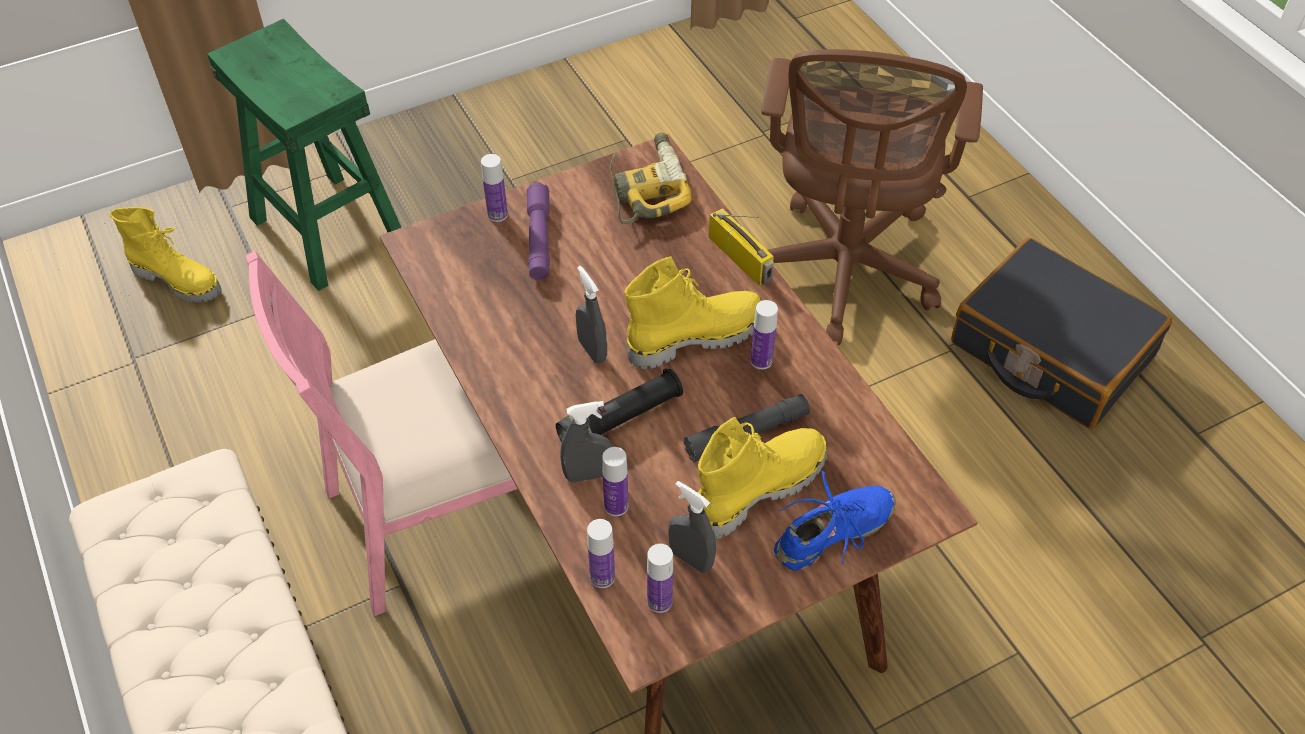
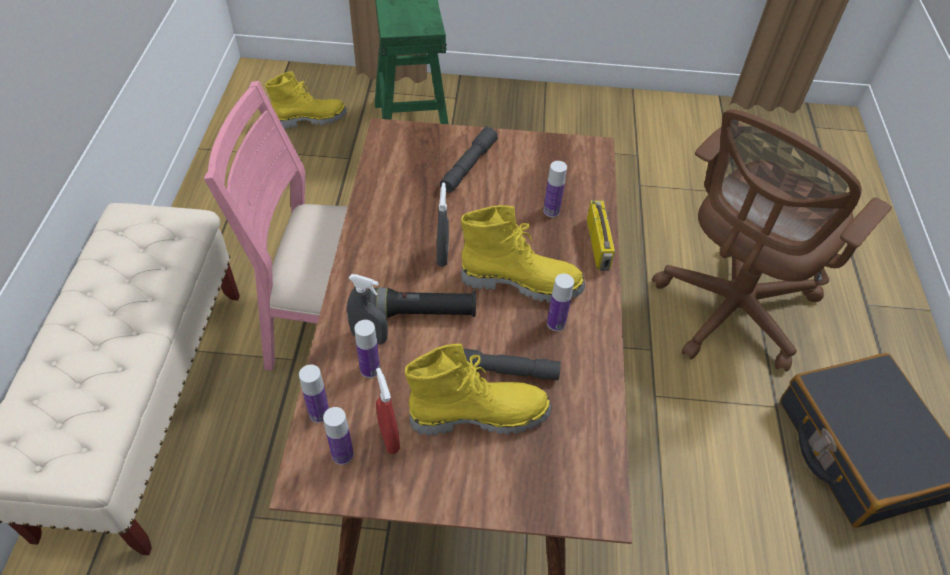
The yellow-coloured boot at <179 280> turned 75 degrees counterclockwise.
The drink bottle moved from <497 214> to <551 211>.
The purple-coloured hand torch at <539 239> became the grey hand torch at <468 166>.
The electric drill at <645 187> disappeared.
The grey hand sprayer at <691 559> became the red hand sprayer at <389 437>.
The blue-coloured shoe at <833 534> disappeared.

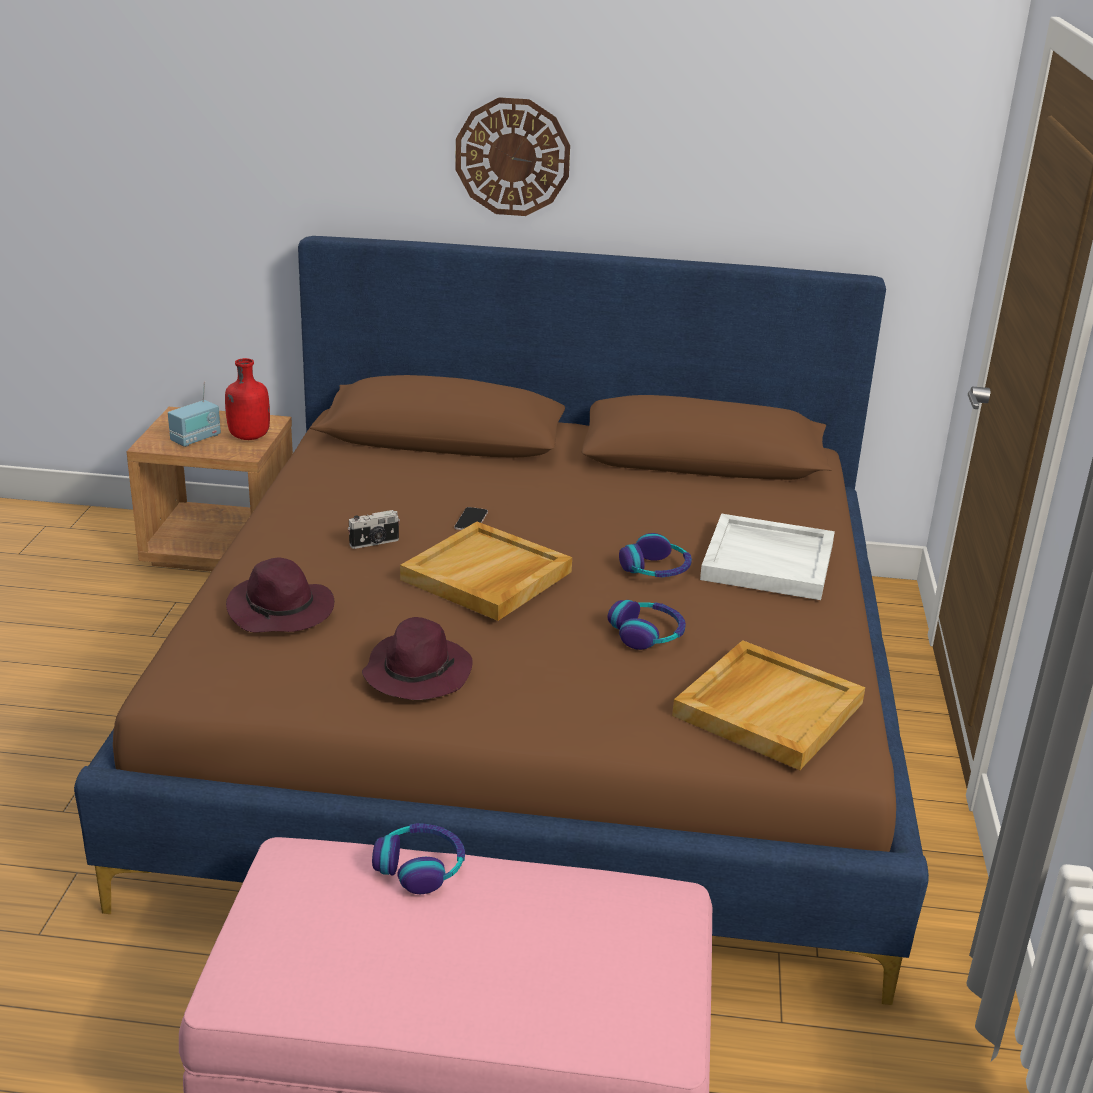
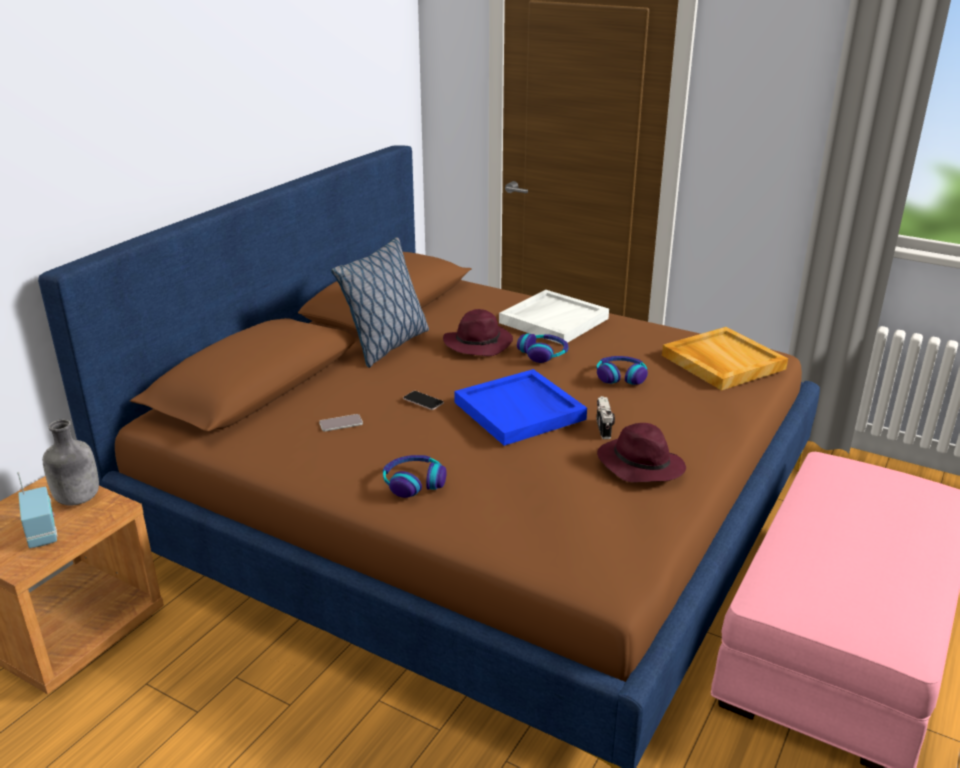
The red drink bottle at <248 437> became the grey drink bottle at <78 499>.
The purple-coloured clothing hat moved from <282 611> to <479 343>.
The photo camera moved from <375 543> to <605 428>.
The headphones moved from <420 866> to <414 482>.
The beige carrying tray at <487 577> became the blue-coloured carrying tray at <520 411>.
The clock on the wall at <512 157> disappeared.
The handset at <341 423> appeared.
The throw pillow at <386 346> appeared.

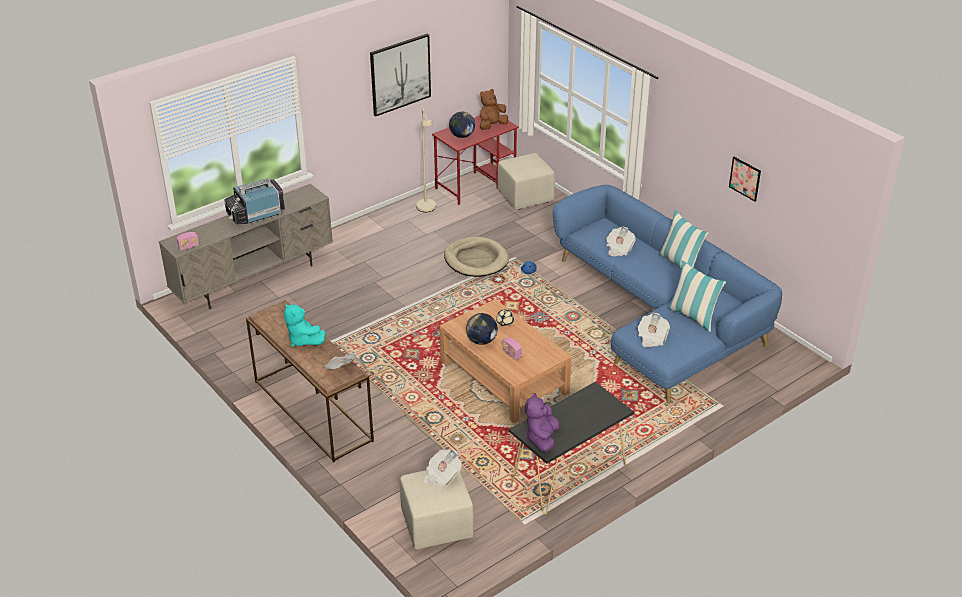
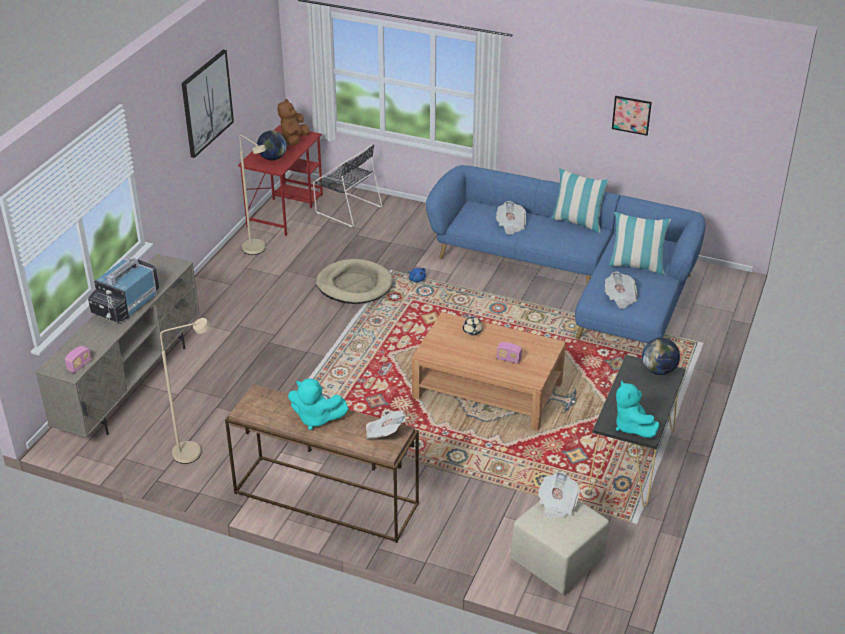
The globe moved from <481 341> to <659 370>.
The beige footrest at <525 197> was replaced by the black-coloured chair at <347 209>.
The purple-coloured soft toy at <542 438> became the blue-green soft toy at <632 426>.
The beige standing lamp at <195 451> appeared.

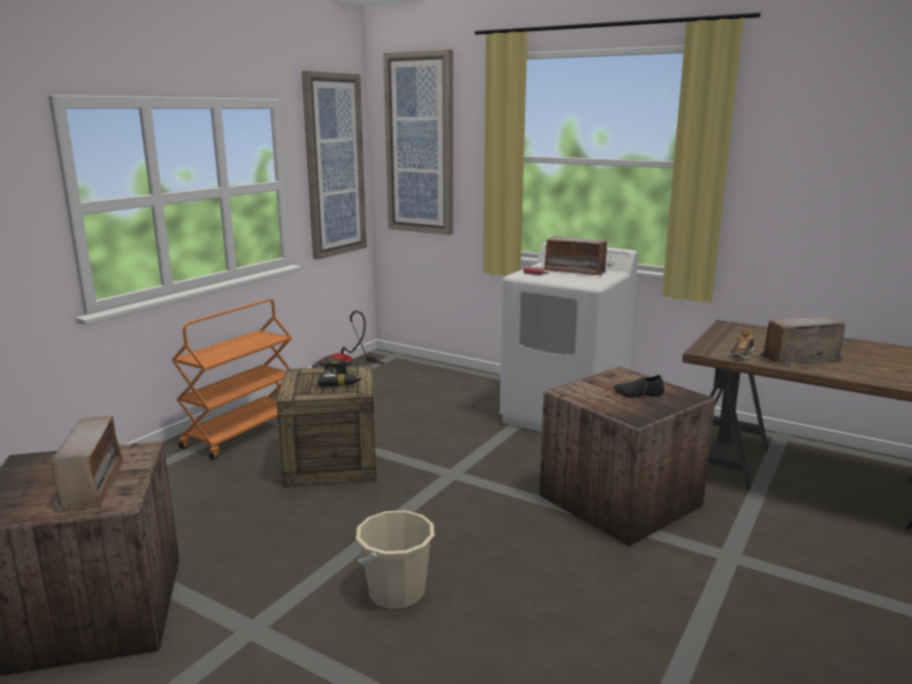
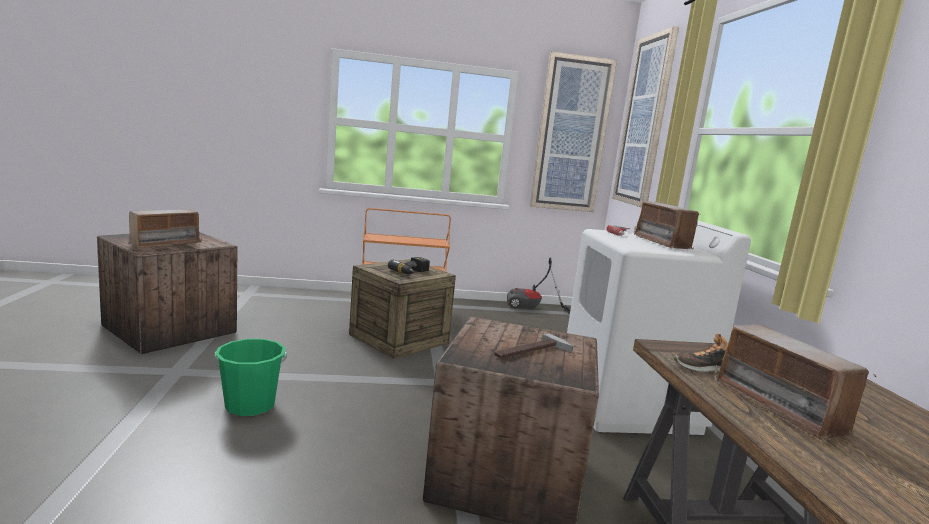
The beige pail at <397 592> became the green-coloured pail at <250 405>.
The black-coloured shoe at <638 394> was replaced by the tool hammer at <532 352>.
The radio set at <800 359> turned 150 degrees counterclockwise.

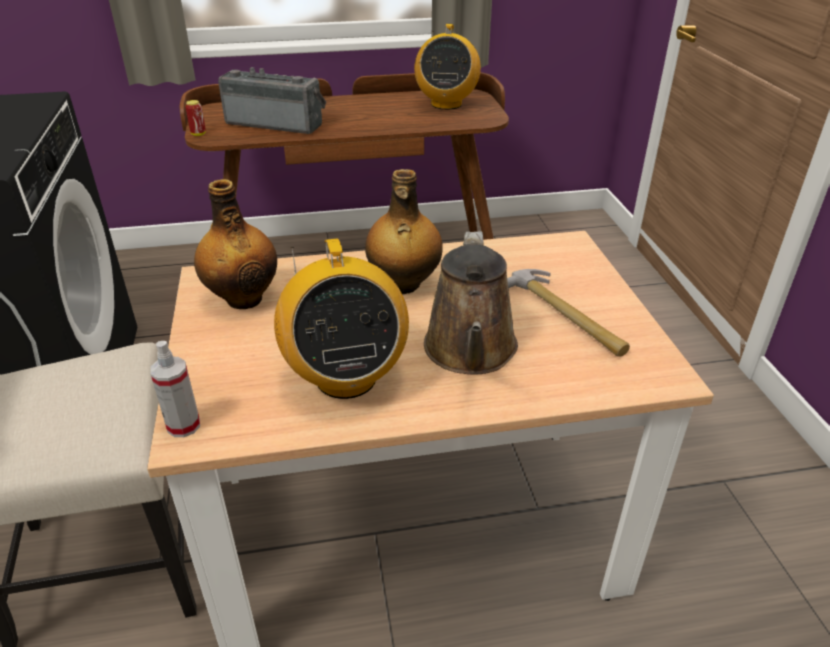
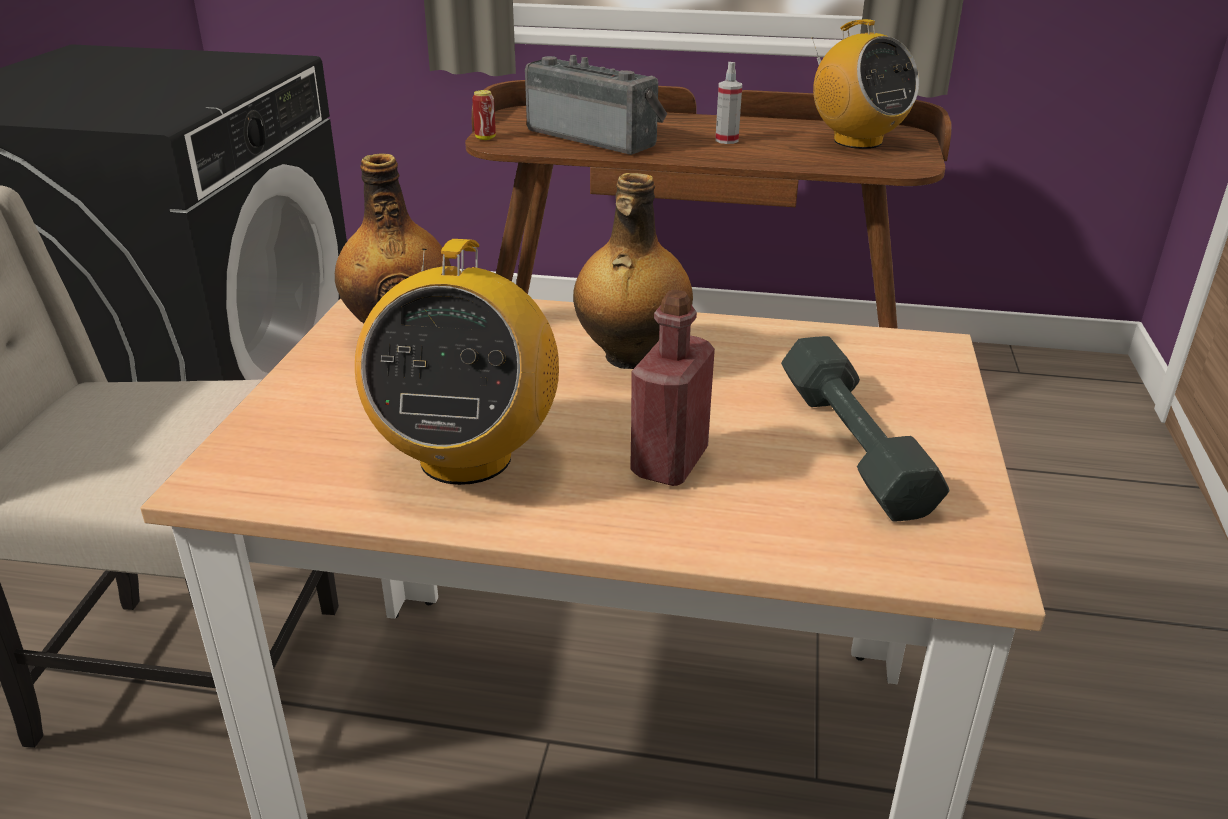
The hand sprayer moved from <183 425> to <726 140>.
The radio set at <446 104> turned 60 degrees counterclockwise.
The brownish sprinkling can at <470 352> was replaced by the red drink bottle at <669 462>.
The tool hammer at <565 316> was replaced by the grey hand weight at <854 444>.

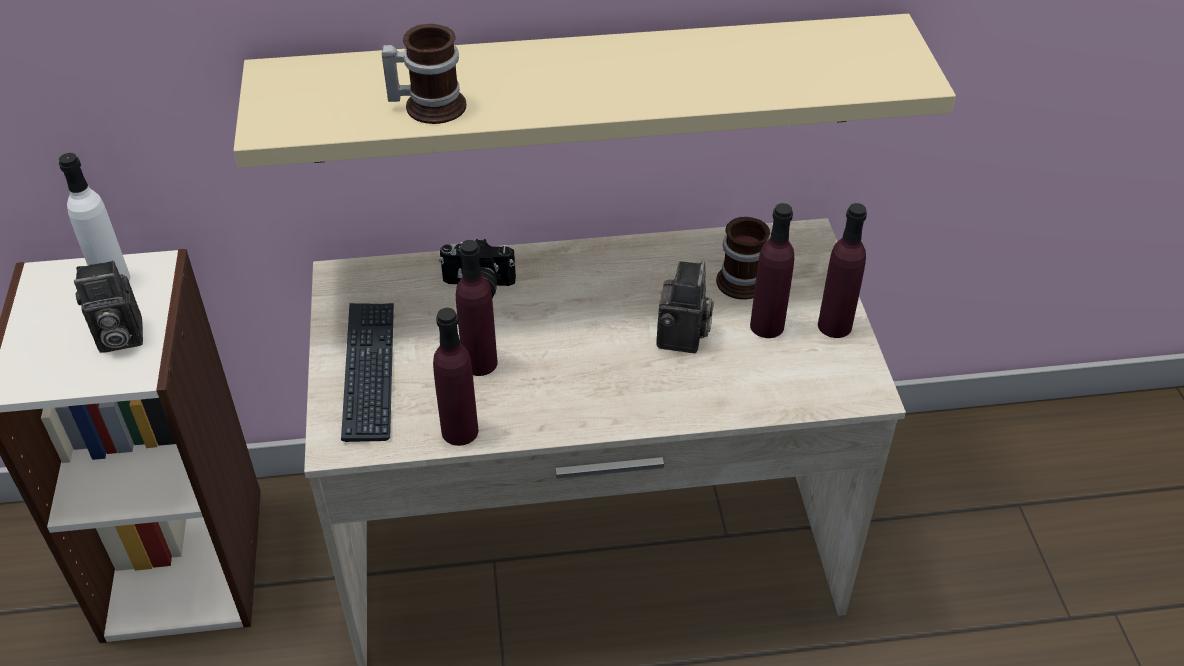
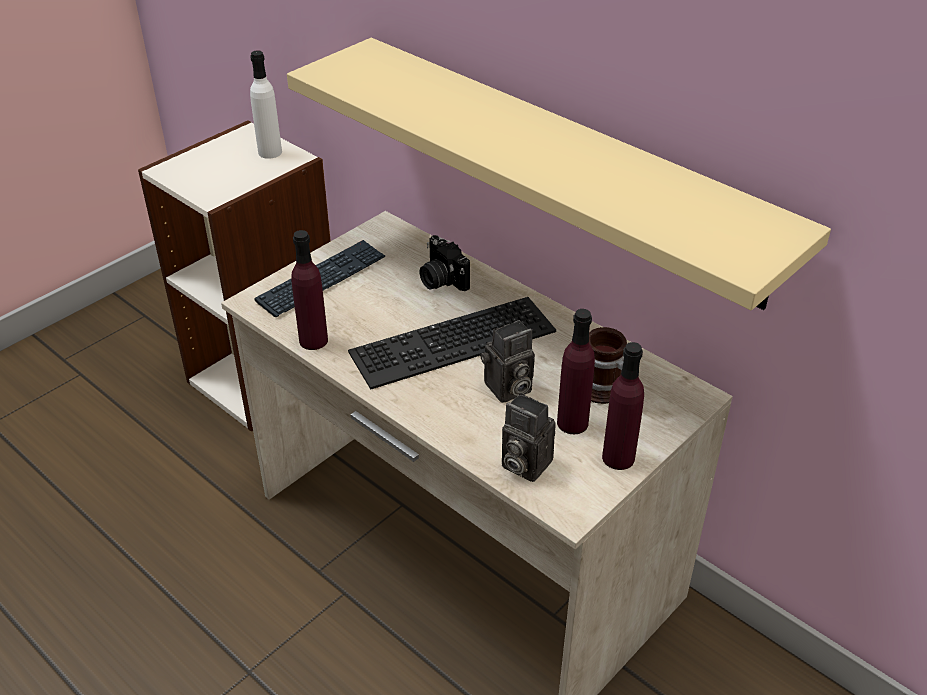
The photo camera moved from <117 338> to <523 464>.
The mug at <429 105> disappeared.
The purple-coloured drink bottle at <479 363> disappeared.
The computer keyboard at <453 344> appeared.

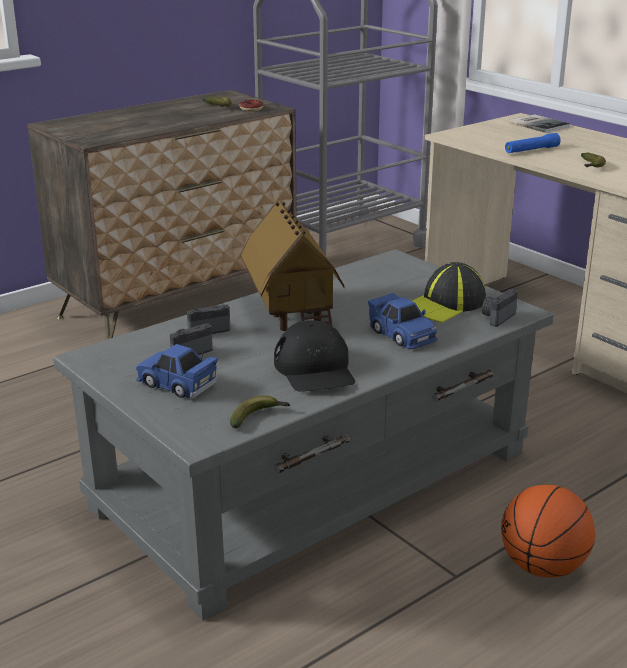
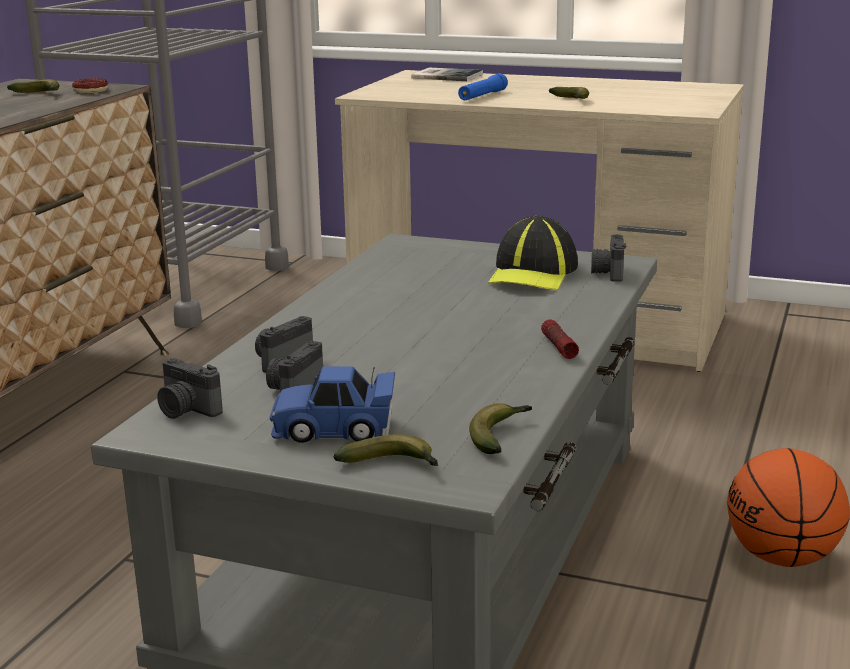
The miniature house at <292 313> disappeared.
The black-coloured cap at <315 369> disappeared.
The blue-coloured toy car at <401 335> disappeared.
The photo camera at <186 410> appeared.
The banana at <393 465> appeared.
The hand torch at <558 347> appeared.

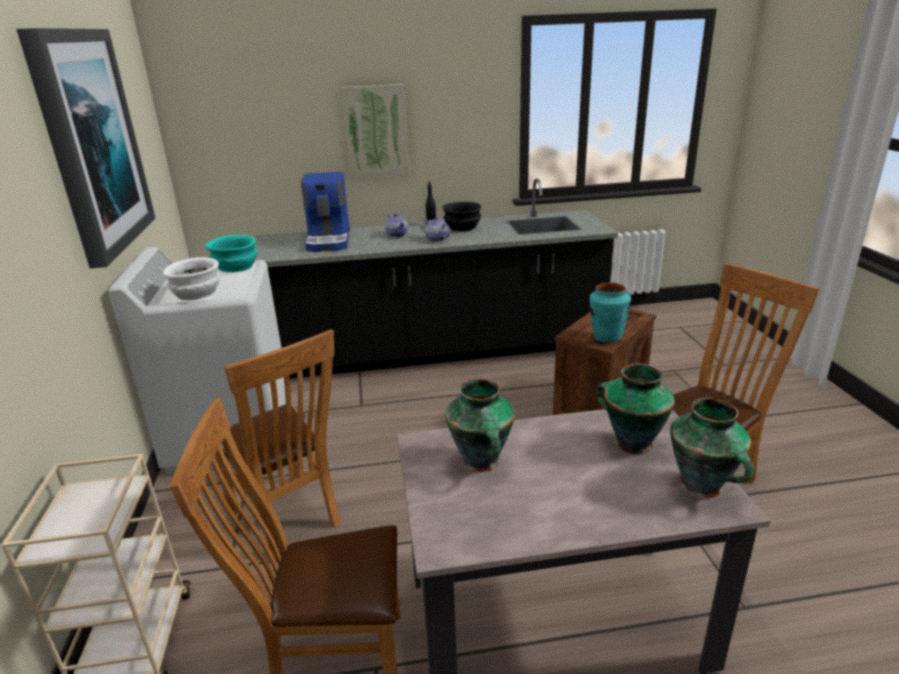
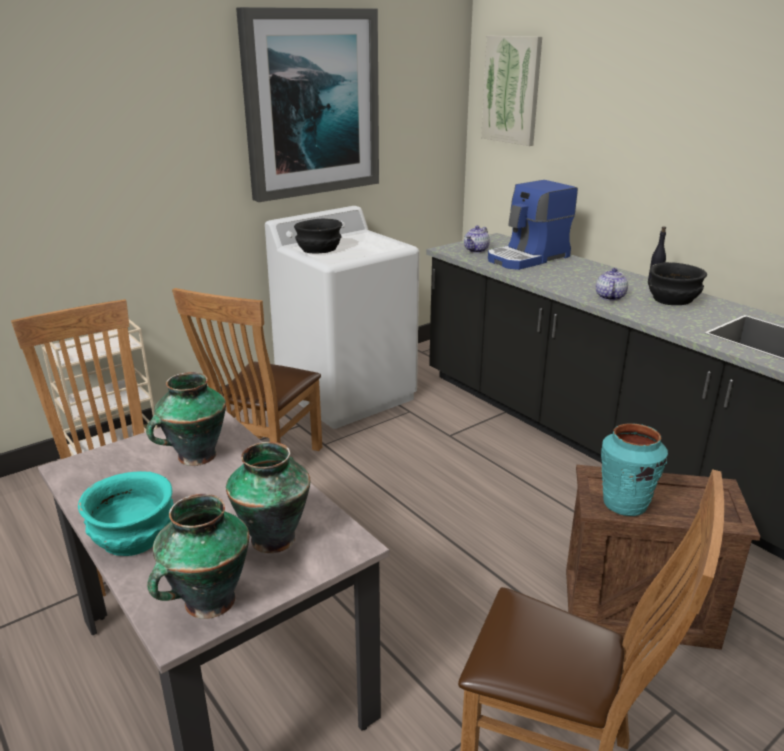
The whitish deep dish at <197 294> became the black-coloured deep dish at <318 250>.
The blue-green deep dish moved from <236 267> to <135 536>.
The picture moved from <376 132> to <512 90>.
The tea pot moved from <397 235> to <476 250>.

